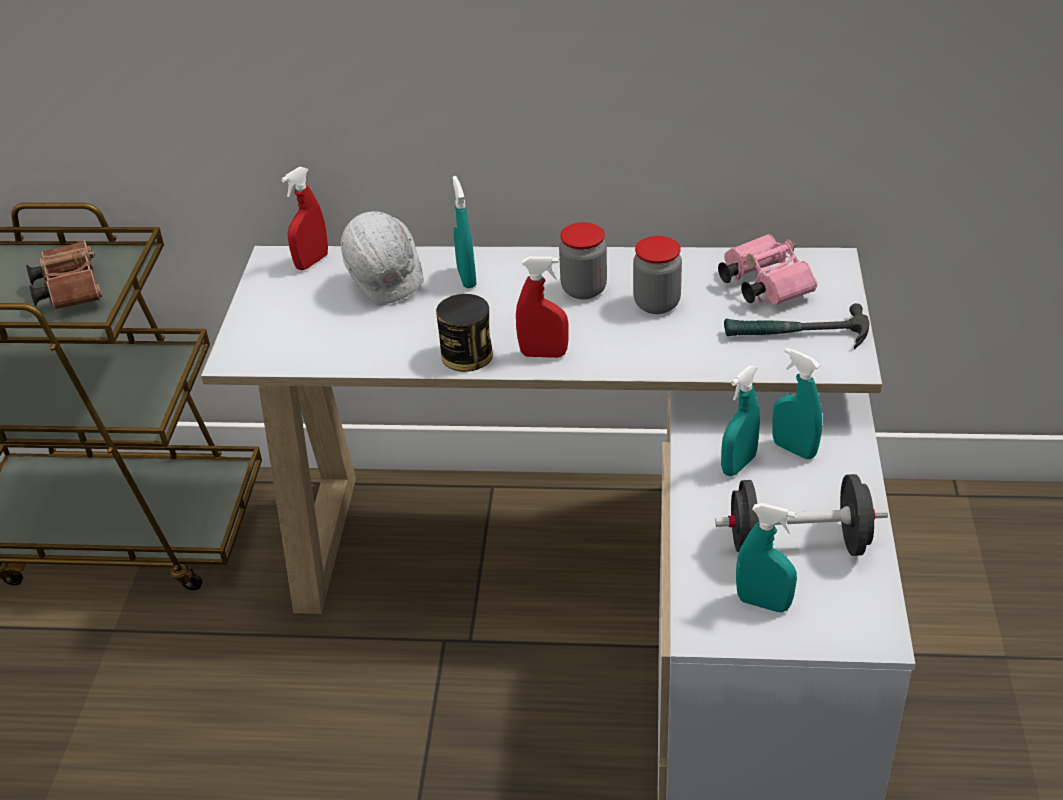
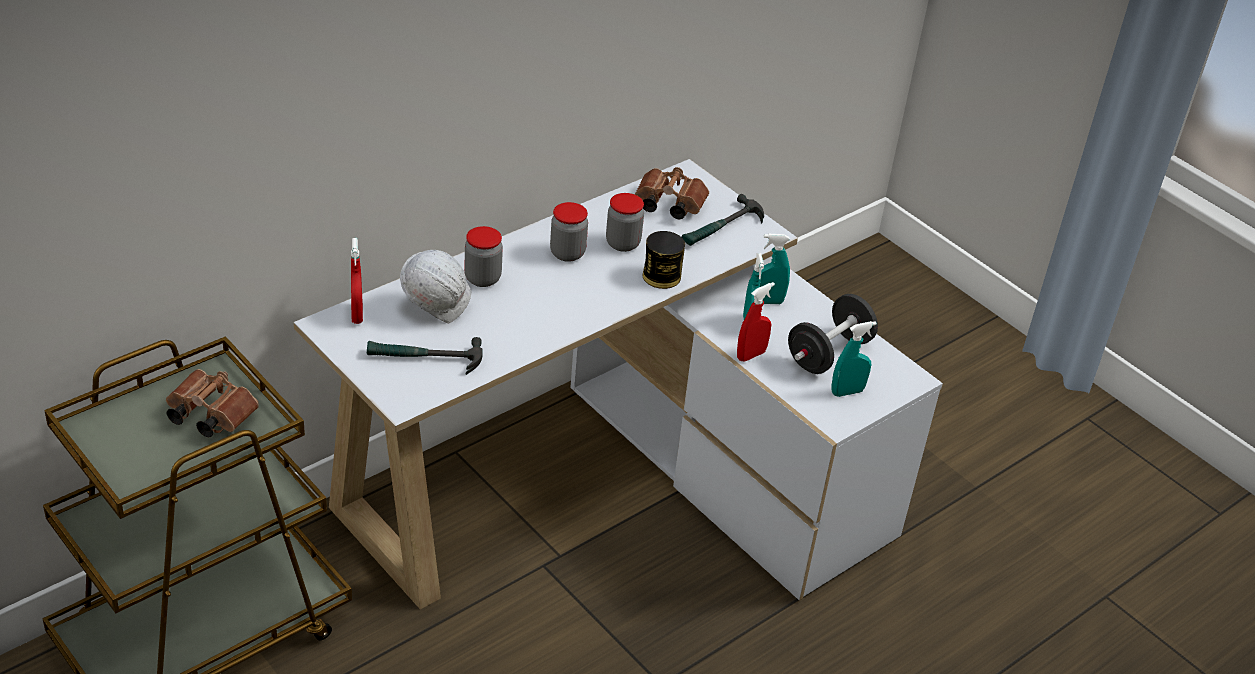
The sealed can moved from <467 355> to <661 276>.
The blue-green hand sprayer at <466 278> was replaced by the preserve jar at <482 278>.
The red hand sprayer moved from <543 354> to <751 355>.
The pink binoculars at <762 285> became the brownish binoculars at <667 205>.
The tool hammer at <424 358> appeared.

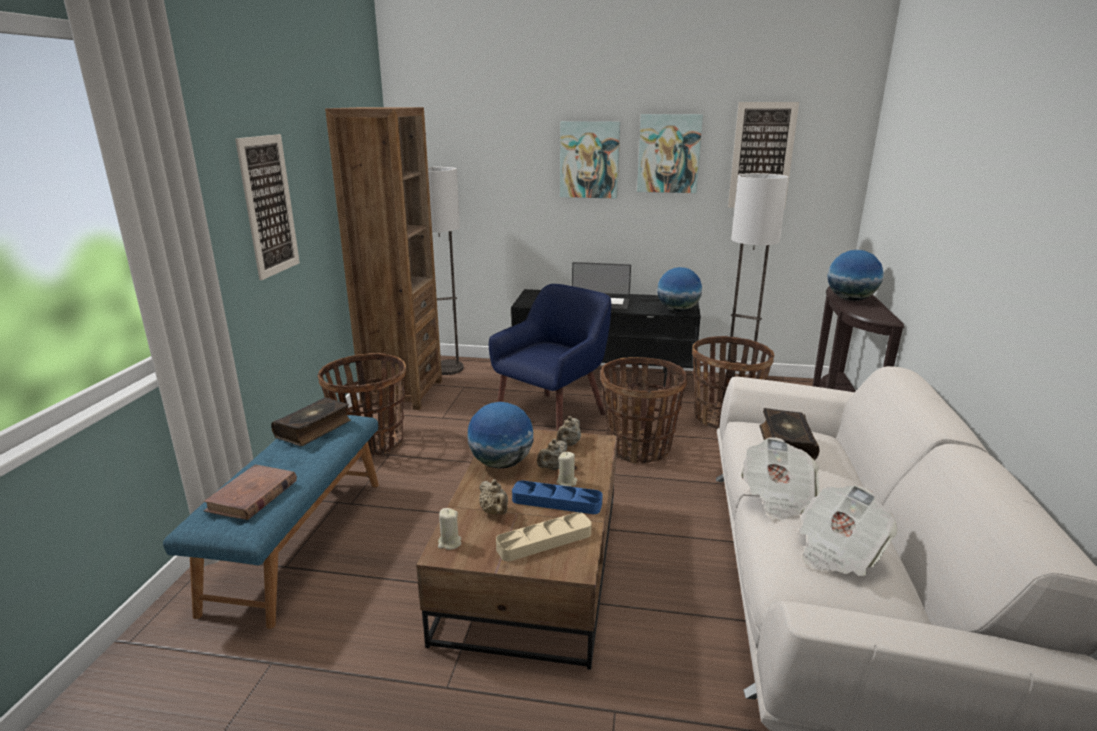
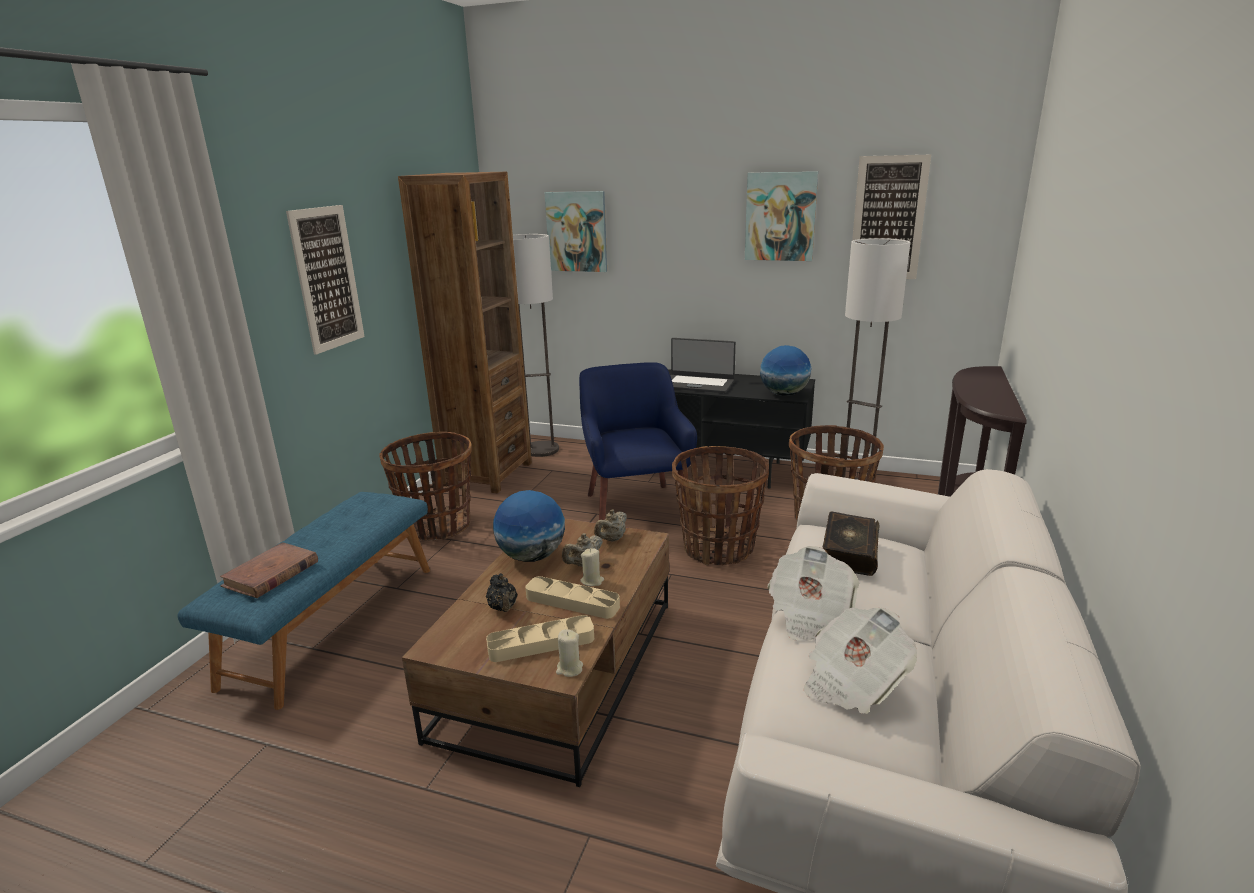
The bound book at <314 429> disappeared.
The beige wax candle moved from <449 543> to <569 669>.
The beige tea pot at <495 512> became the black-coloured tea pot at <503 608>.
The blue-coloured armchair at <552 416> turned 60 degrees counterclockwise.
The blue-coloured carrying tray at <557 502> became the beige carrying tray at <572 602>.
The picture moved from <589 160> to <577 231>.
The globe at <850 299> disappeared.

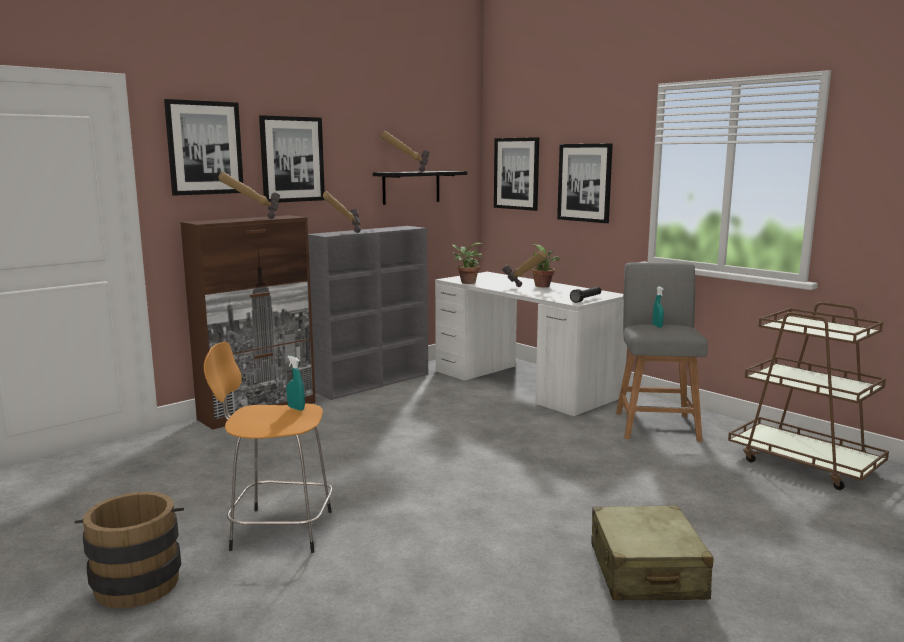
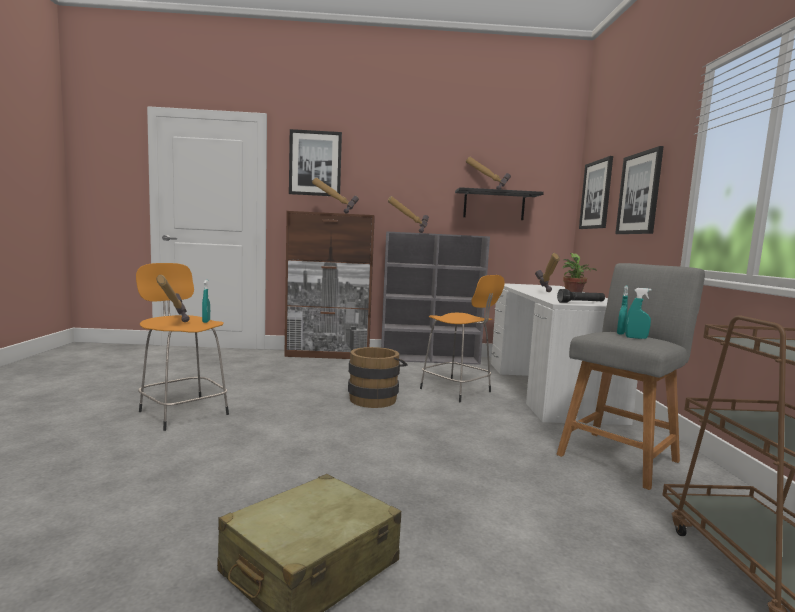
The brownish pail moved from <138 580> to <375 398>.
The picture at <292 159> disappeared.
The potted plant at <466 282> disappeared.
The tool hammer at <170 325> appeared.
The orange sitting stool at <457 391> appeared.
The blue-green hand sprayer at <636 338> appeared.

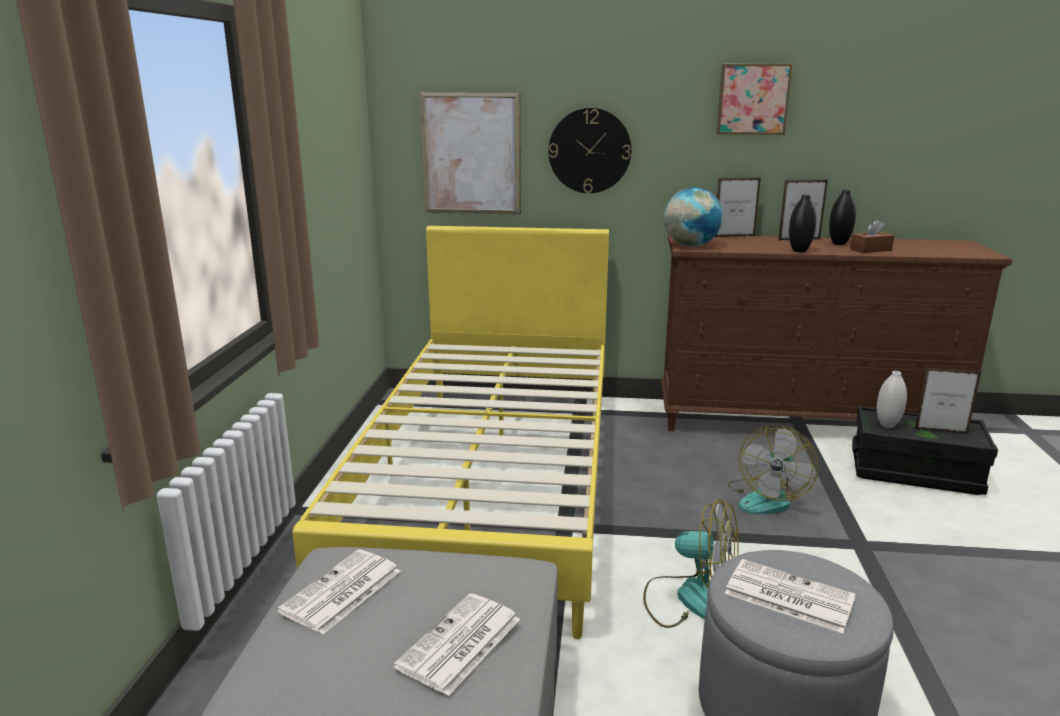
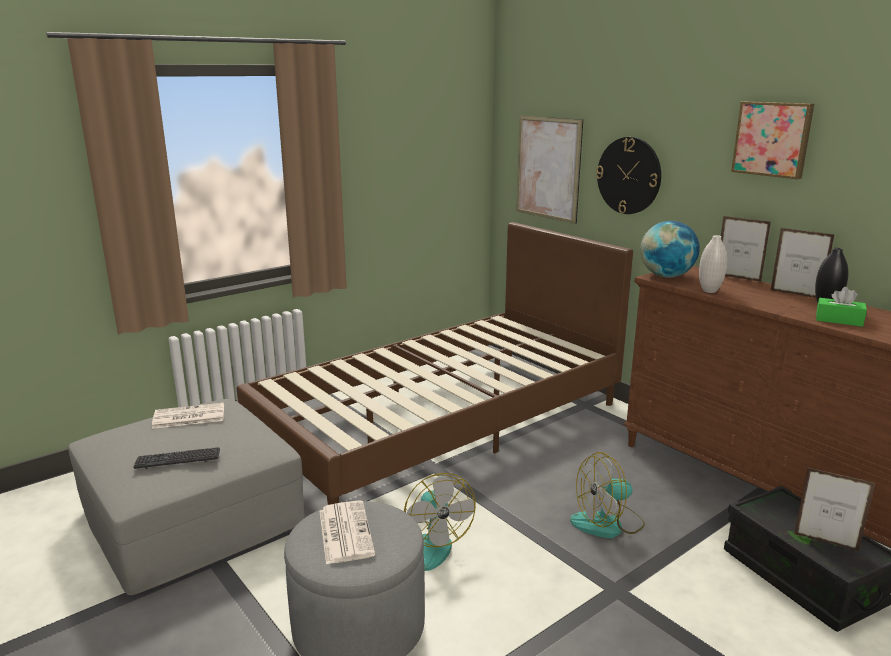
The yellow-coloured sleeping bed at <491 482> became the brownish sleeping bed at <442 423>.
The newspaper at <459 644> was replaced by the computer keyboard at <178 459>.
The black-coloured vase at <799 251> disappeared.
The brownish tissue box at <870 250> became the green-coloured tissue box at <839 320>.
The whitish vase moved from <887 425> to <709 291>.
The picture frame at <941 431> turned 150 degrees clockwise.

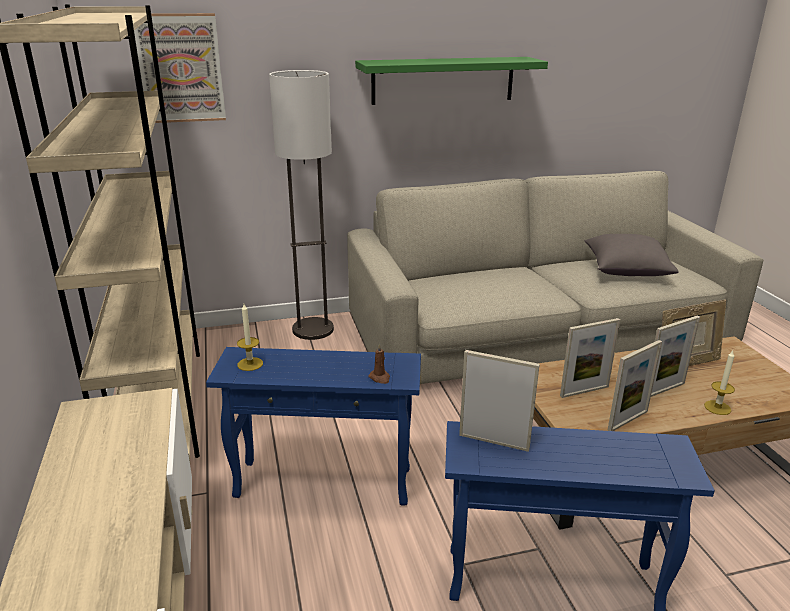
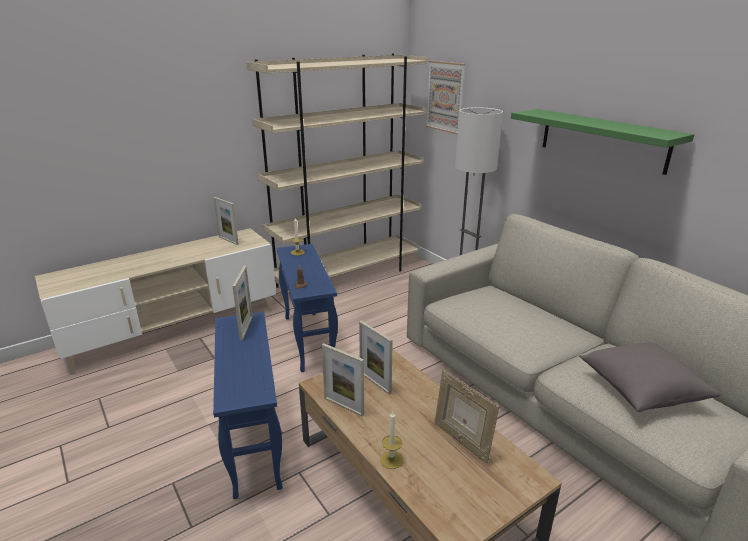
The picture frame moved from <664 390> to <228 240>.

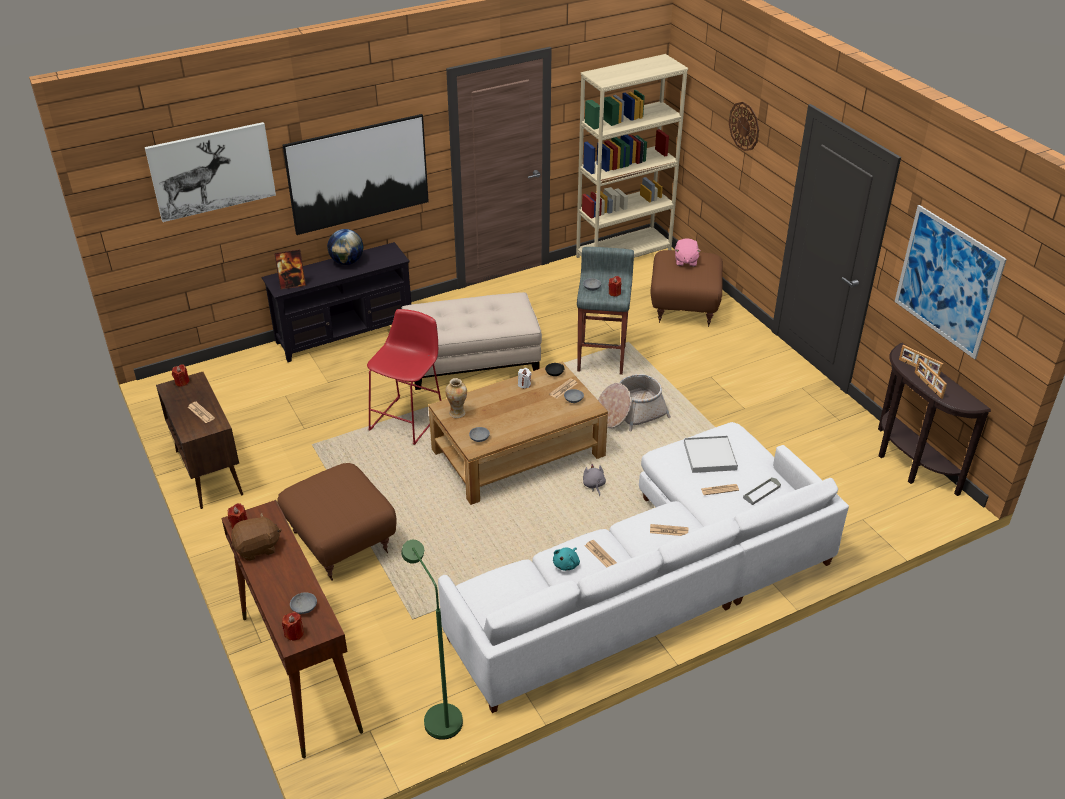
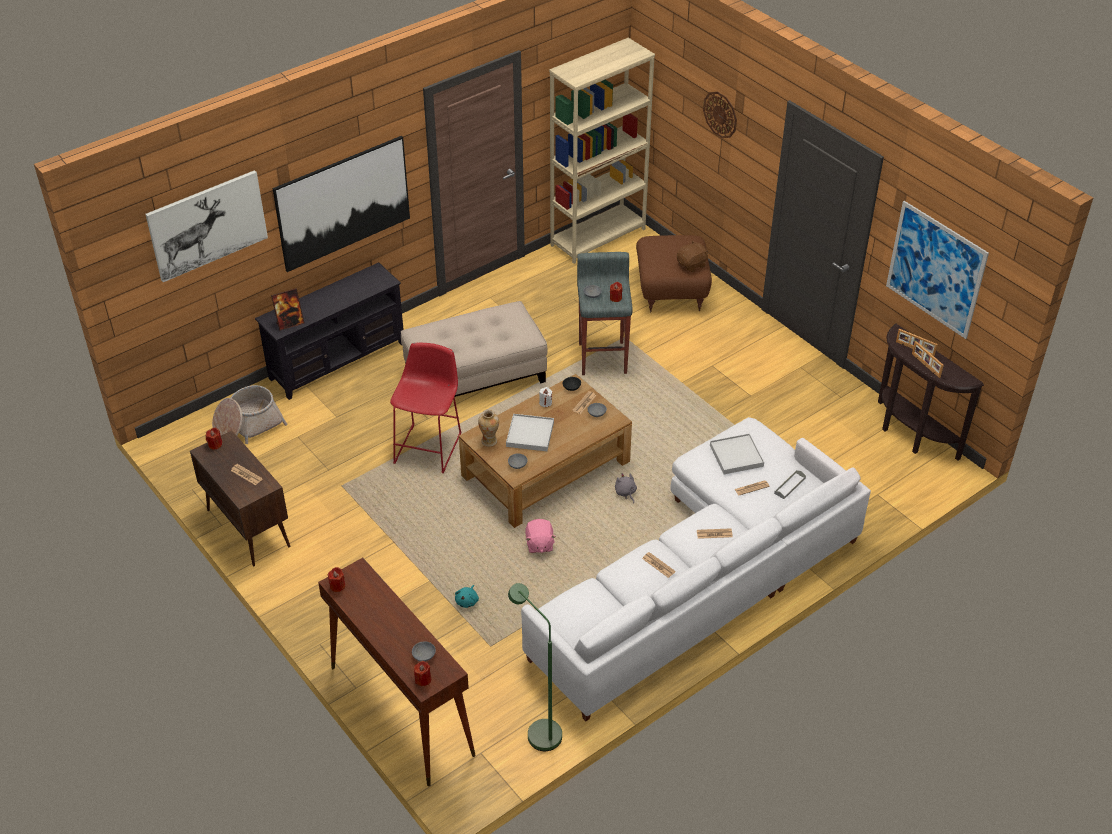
The brownish soft toy moved from <257 548> to <692 265>.
The brownish footrest at <341 542> disappeared.
The globe at <347 262> disappeared.
The blue-green soft toy moved from <567 564> to <467 601>.
The storage basket moved from <630 414> to <248 425>.
The pink soft toy moved from <685 261> to <539 544>.
The whitish carrying tray at <530 434> appeared.

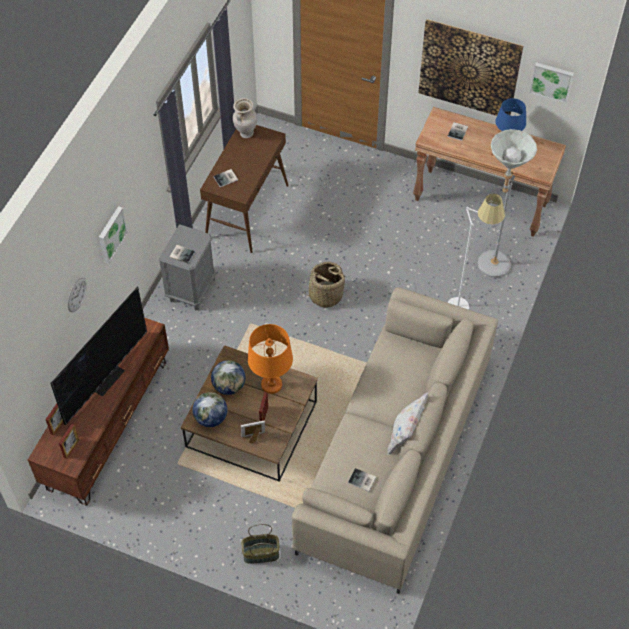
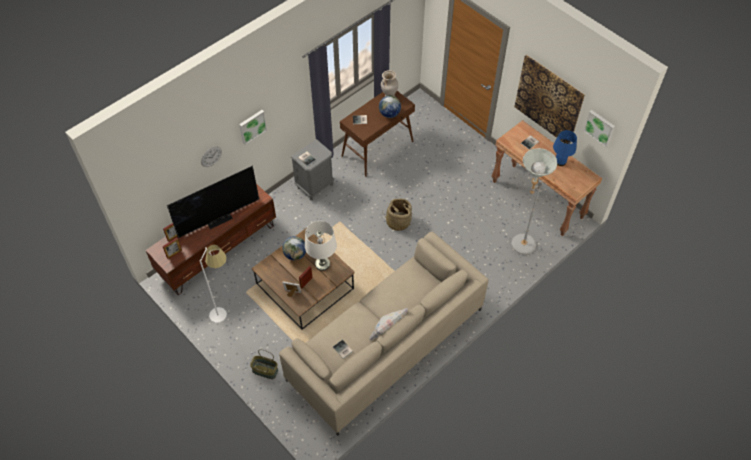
The globe moved from <210 418> to <389 114>.
The orange table lamp at <271 384> became the whitish table lamp at <322 264>.
The whitish standing lamp moved from <466 302> to <226 314>.

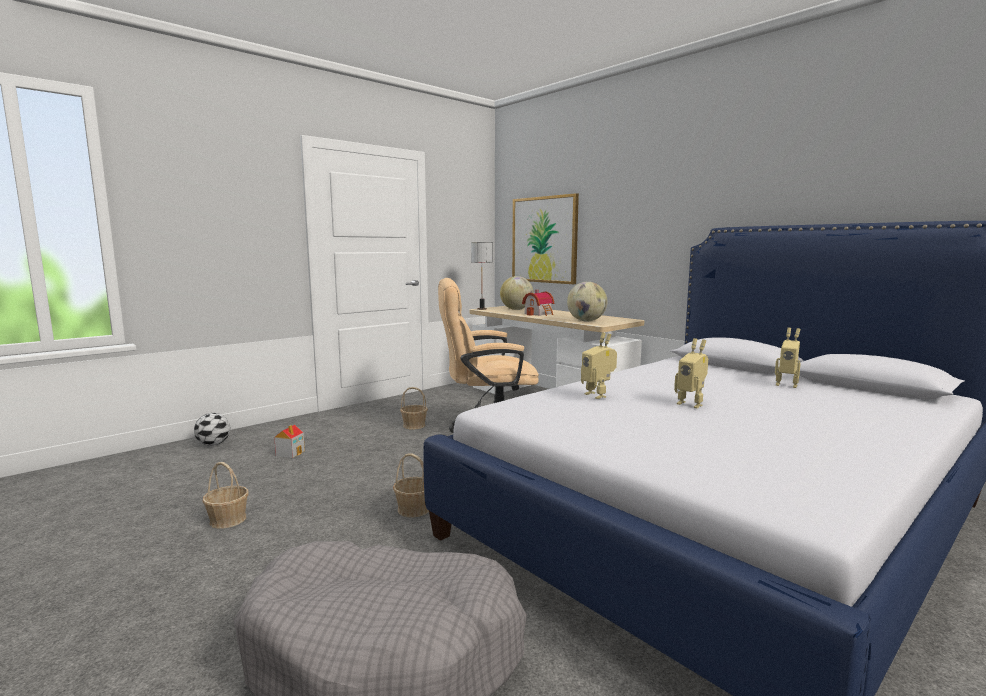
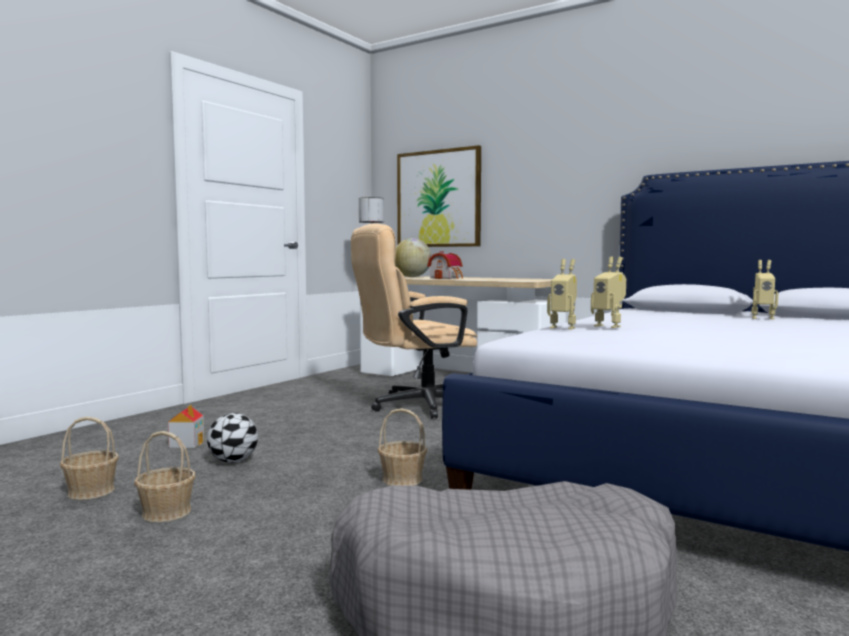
The football moved from <214 444> to <233 461>.
The storage basket moved from <414 425> to <91 491>.
The globe at <586 321> disappeared.
The model robot moved from <691 404> to <563 327>.

